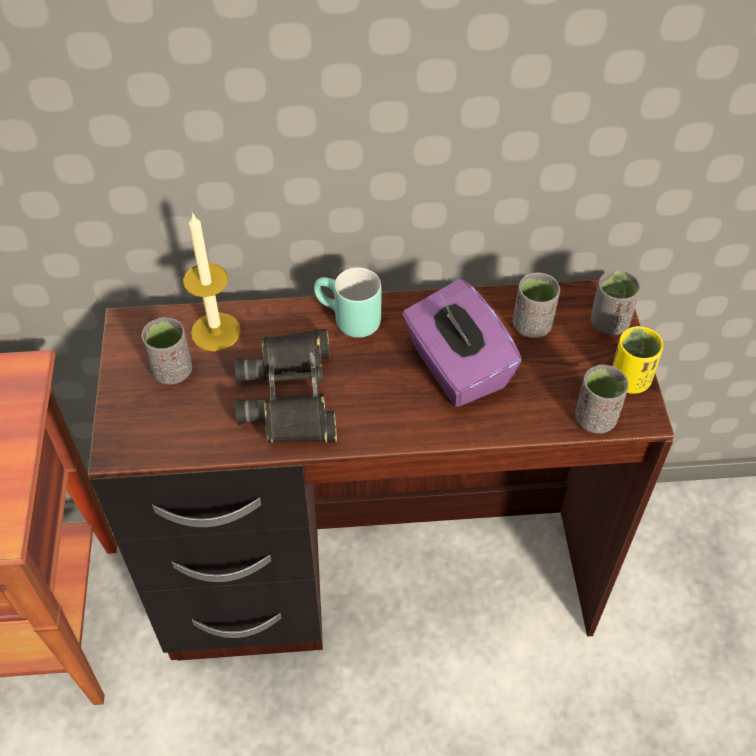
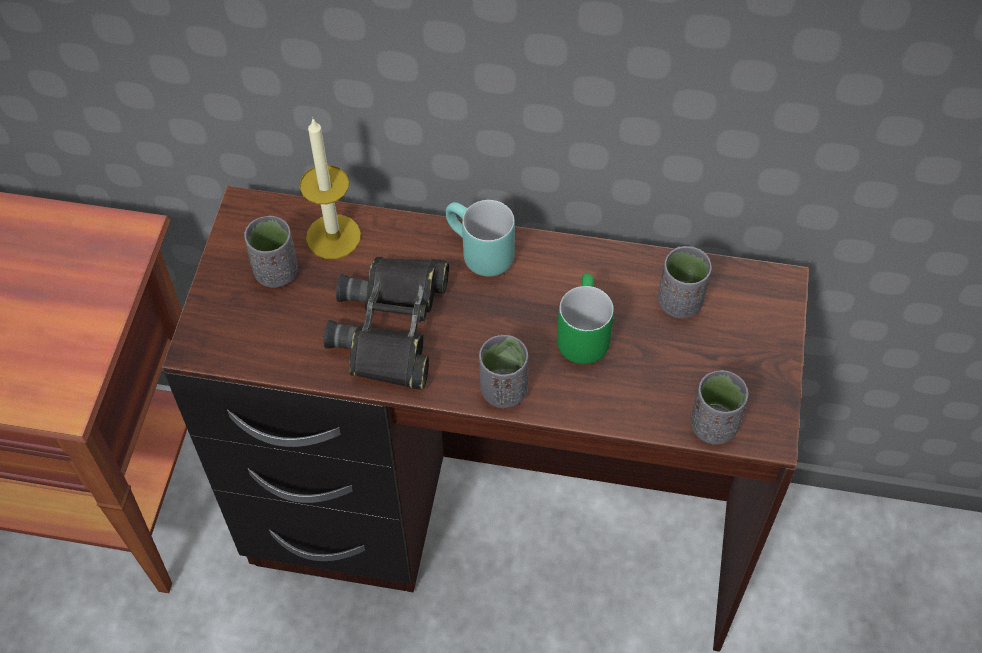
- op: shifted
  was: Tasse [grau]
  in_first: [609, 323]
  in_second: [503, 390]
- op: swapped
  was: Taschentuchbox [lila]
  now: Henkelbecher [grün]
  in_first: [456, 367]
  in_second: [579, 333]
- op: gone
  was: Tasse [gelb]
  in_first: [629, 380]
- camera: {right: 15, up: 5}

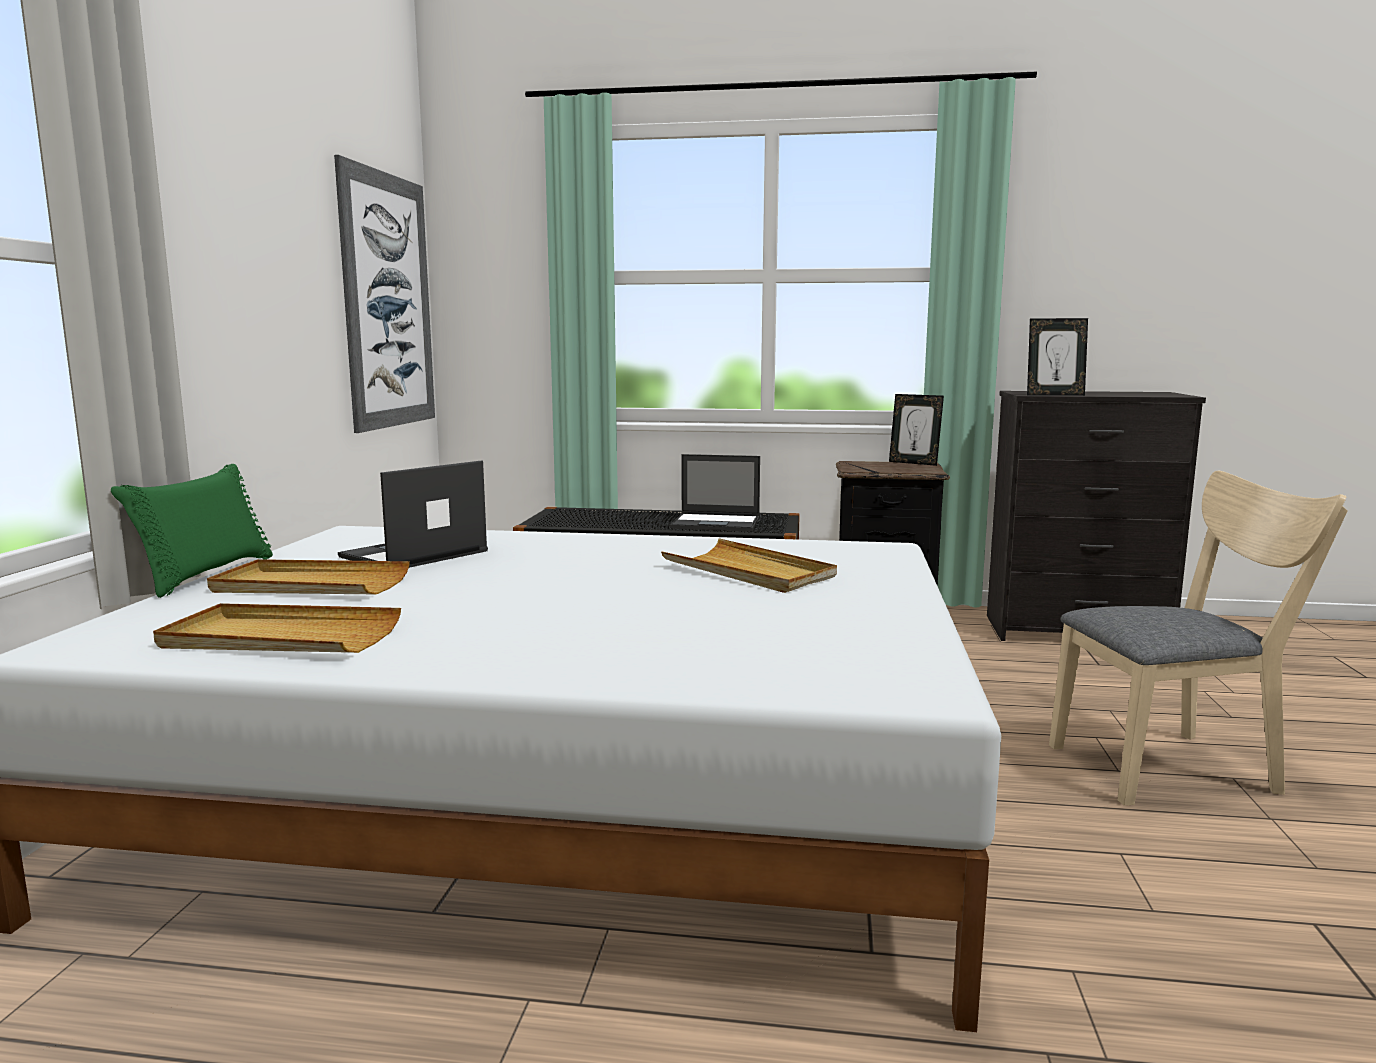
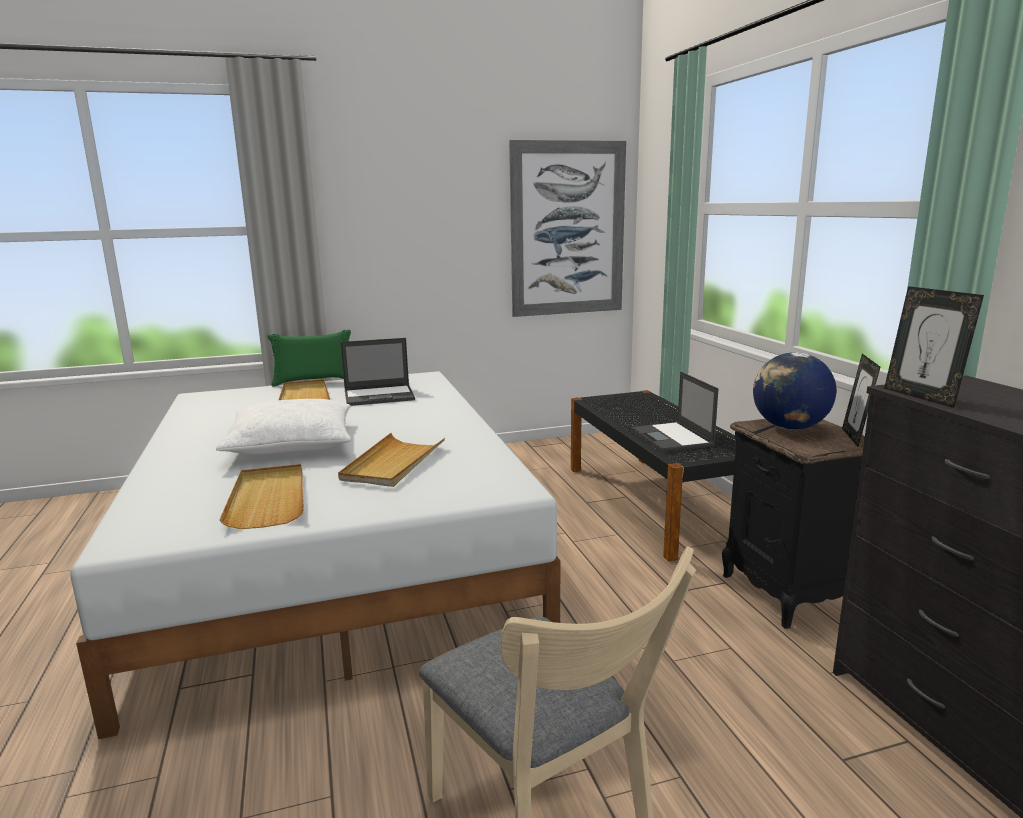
- op: rotated
  was: Laptop
  in_first: [413, 554]
  in_second: [380, 396]
  clockwise: 150
- op: shifted
  was: Tablett [beige]
  in_first: [280, 638]
  in_second: [268, 499]
- op: new
  now: Globus
  in_second: [789, 427]
- op: new
  now: Kissen [weiß]
  in_second: [291, 443]
- camera: {right: 65, up: 5}

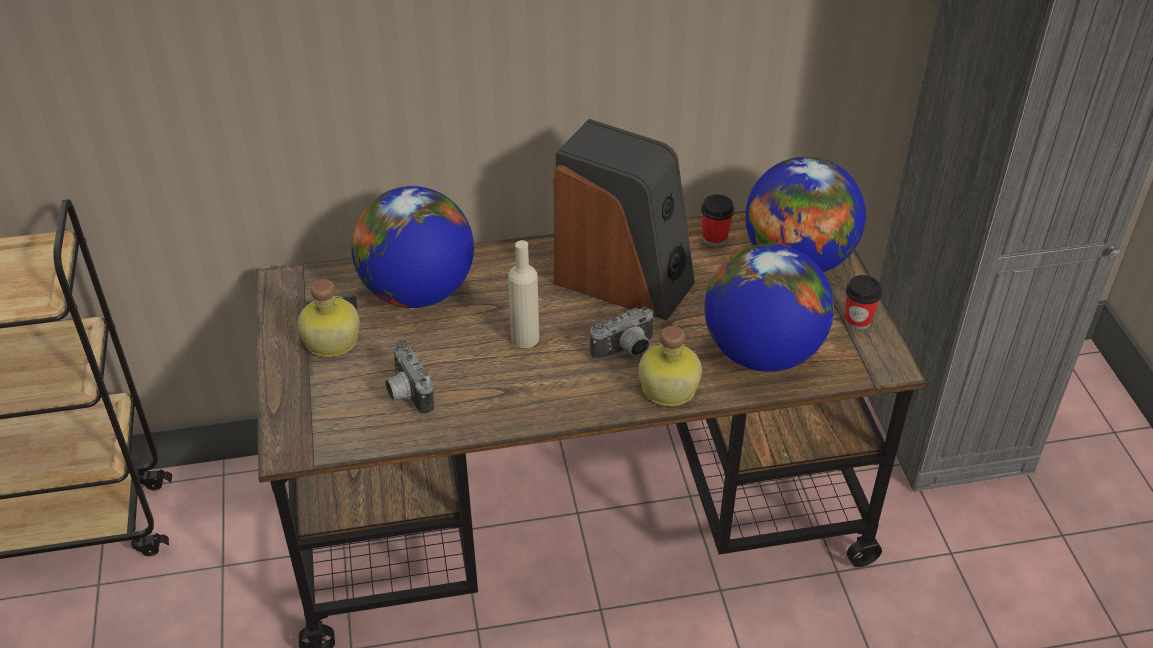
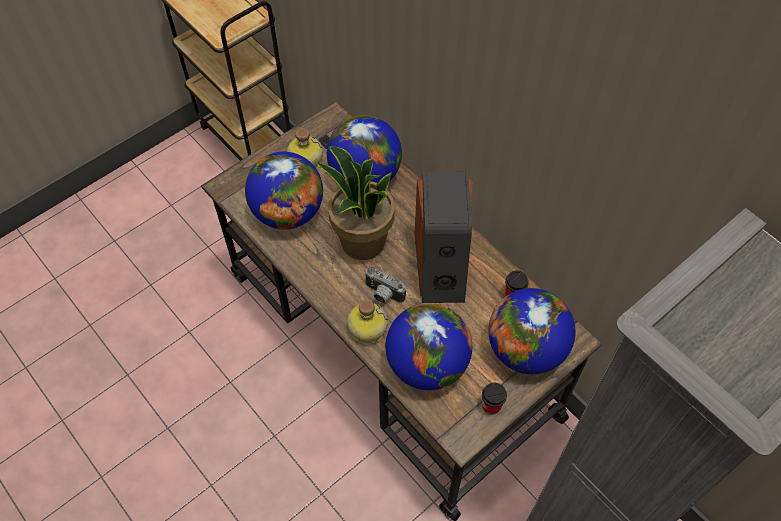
- op: swapped
  was: Flasche [beige]
  now: Topfpflanze
  in_first: [525, 338]
  in_second: [362, 242]
- op: swapped
  was: Kamera
  now: Globus
  in_first: [406, 394]
  in_second: [288, 212]
- camera: {right: 60, up: 15}

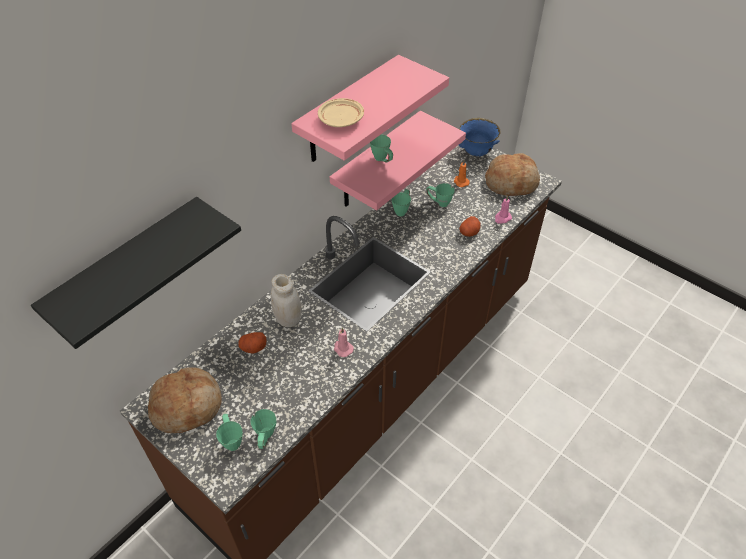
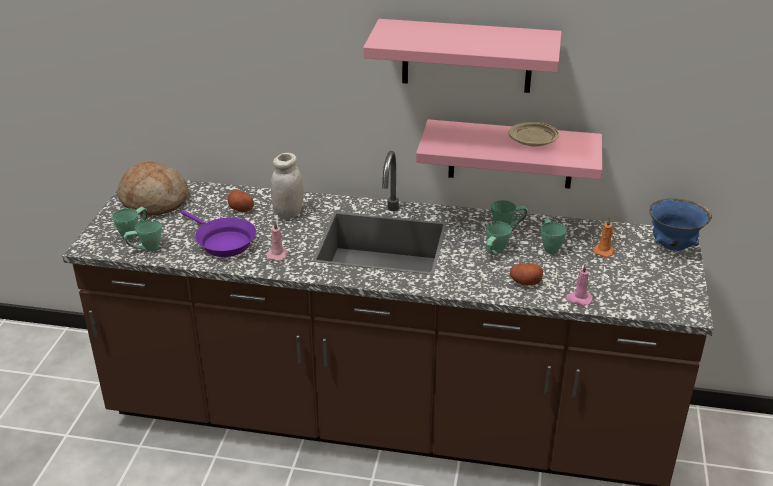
- op: shifted
  was: Teller [beige]
  in_first: [341, 119]
  in_second: [533, 142]
- op: shifted
  was: Henkelbecher [grün]
  in_first: [382, 160]
  in_second: [494, 253]
- op: gone
  was: Brot
  in_first: [511, 182]
- op: gone
  was: Wandregal [schwarz]
  in_first: [129, 270]
- op: new
  now: Pfanne [lila]
  in_second: [222, 242]
- camera: {right: 60, up: -15}

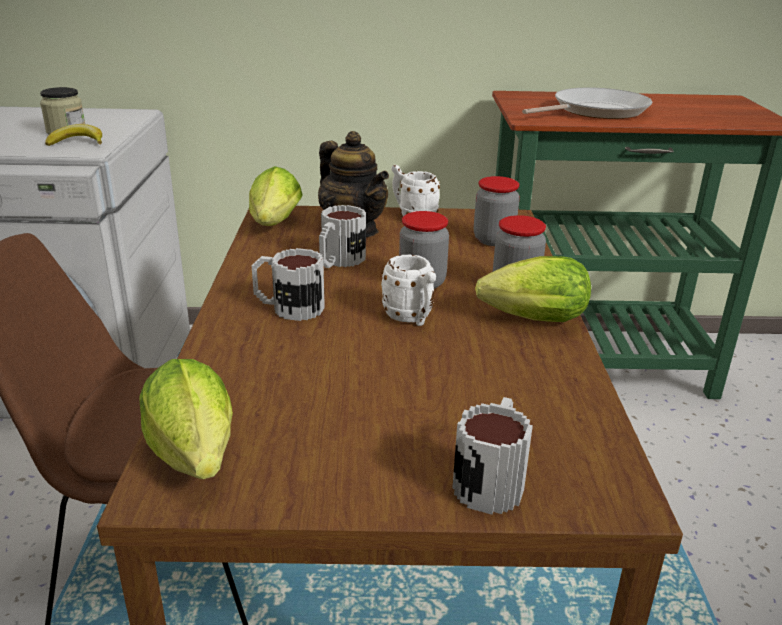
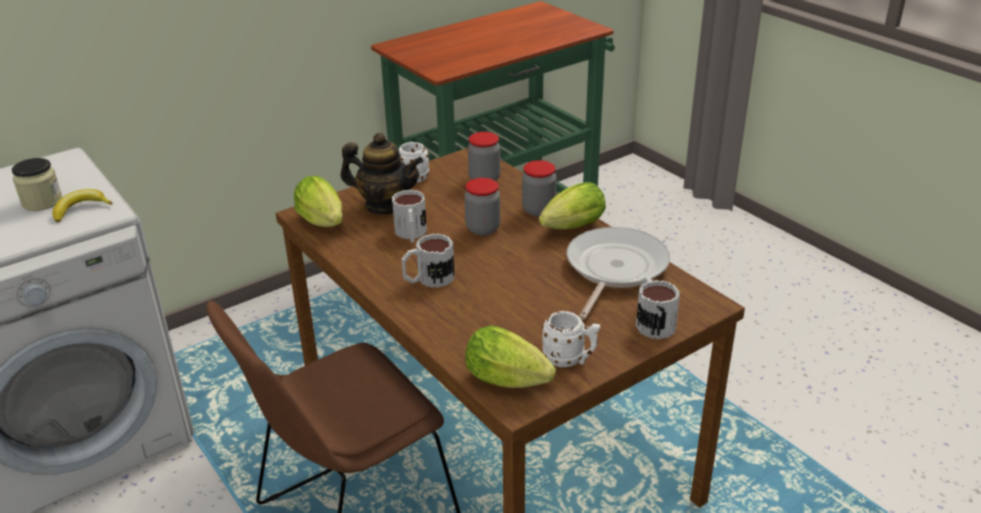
- op: shifted
  was: Pfanne
  in_first: [595, 111]
  in_second: [614, 269]
- op: shifted
  was: Henkelbecher [weiß]
  in_first: [412, 318]
  in_second: [570, 360]
- camera: {right: -35, up: 5}

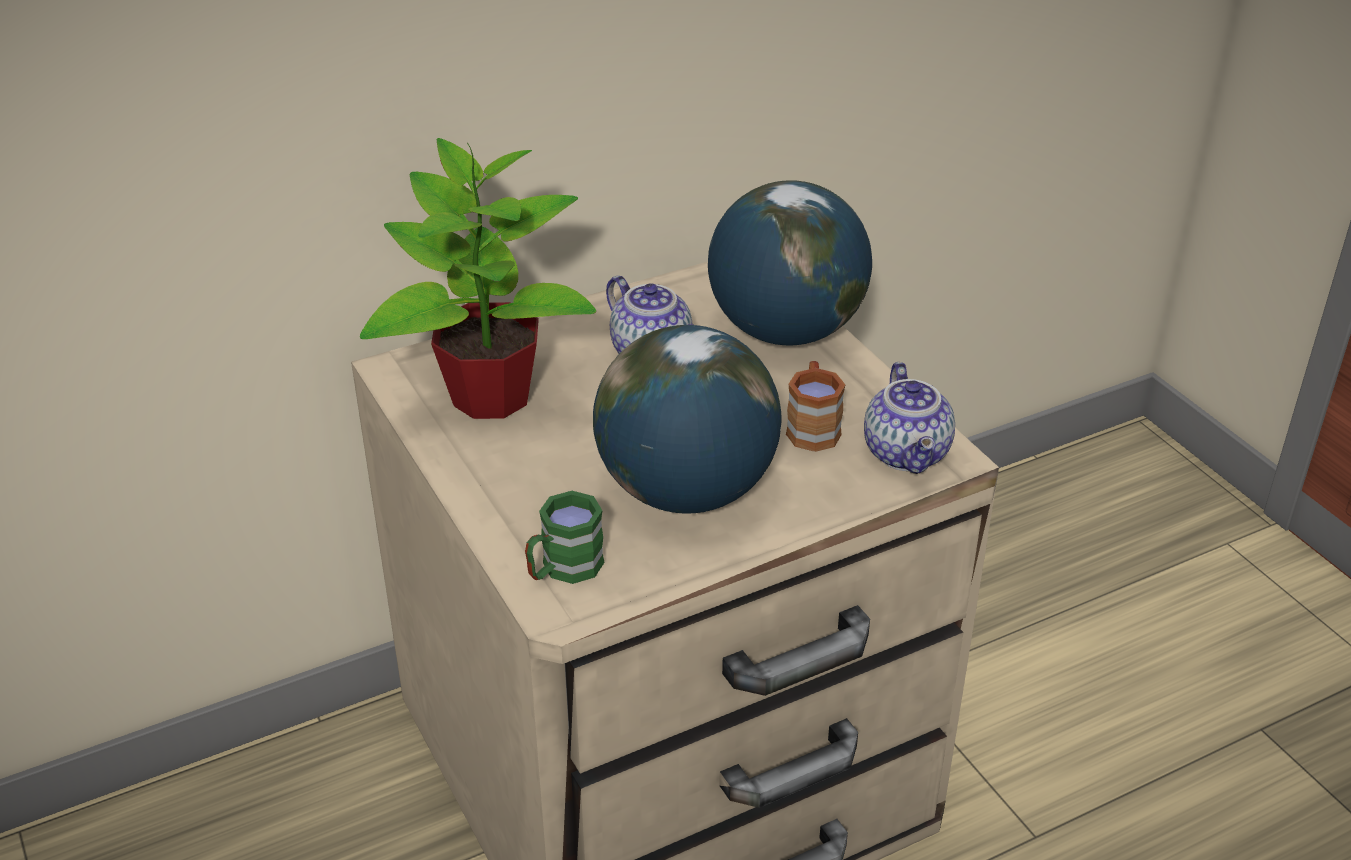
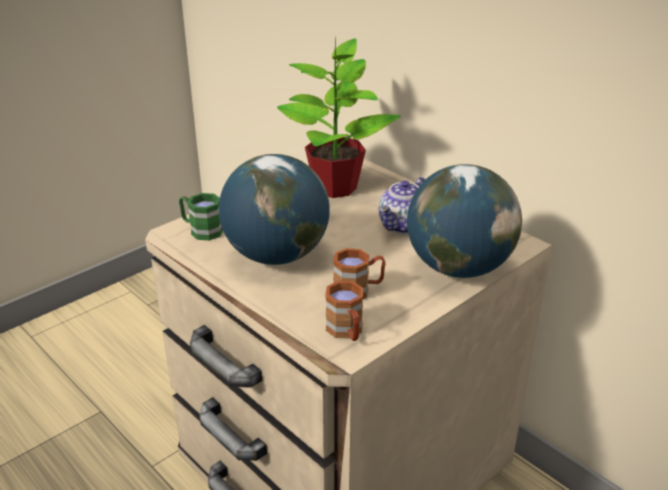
- op: swapped
  was: Teekanne
  now: Henkelbecher [braun]
  in_first: [908, 454]
  in_second: [347, 332]
- camera: {right: 75, up: -5}

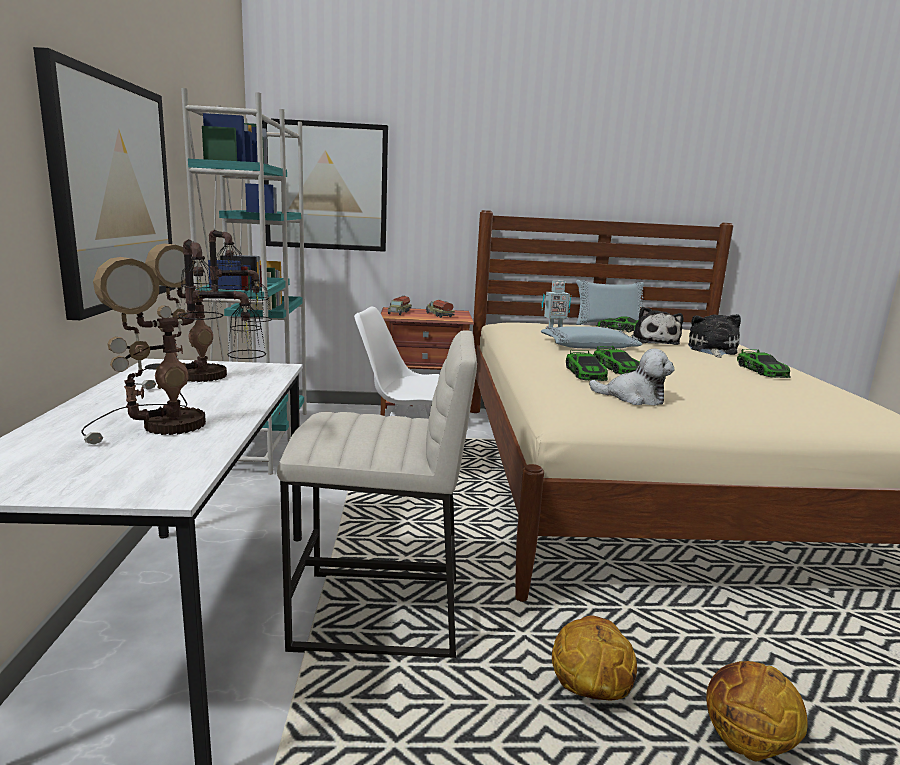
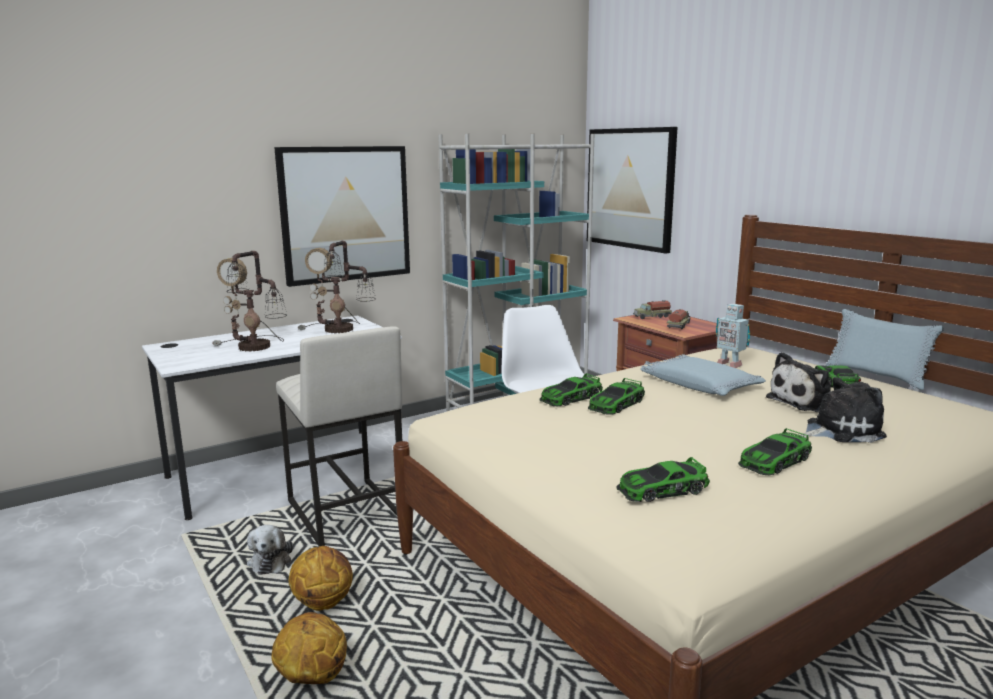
- op: shifted
  was: Plüschtier
  in_first: [633, 398]
  in_second: [270, 561]
- op: new
  now: Spielzeugauto
  in_second: [661, 489]
- camera: {right: 60, up: 0}

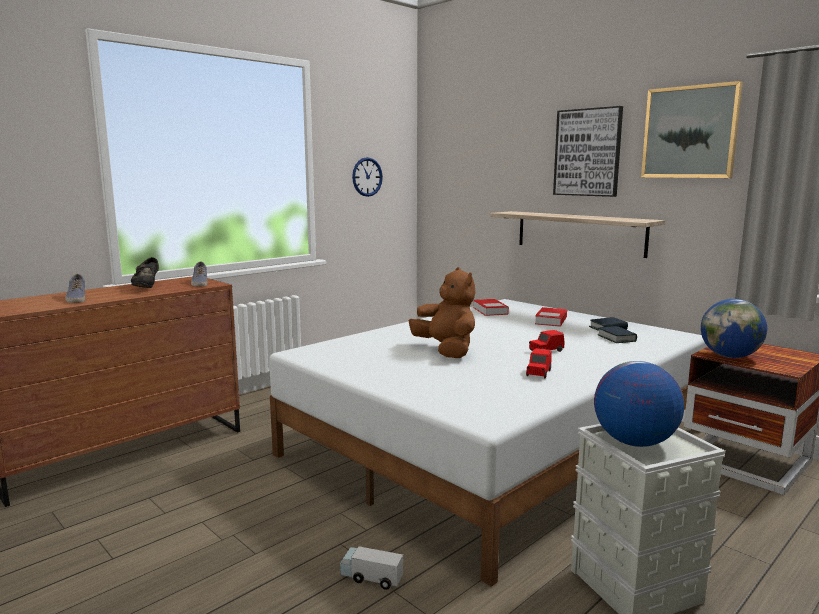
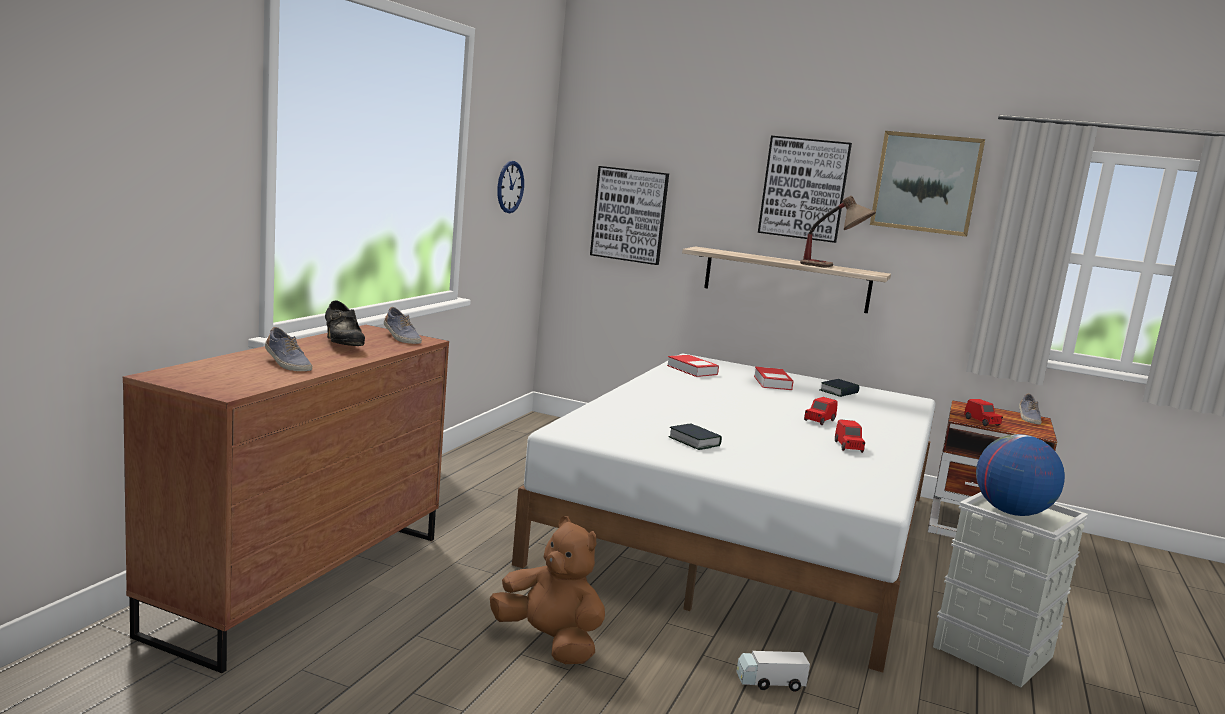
- op: shifted
  was: Plüschtier [braun]
  in_first: [446, 351]
  in_second: [549, 642]
- op: swapped
  was: Globus
  now: Spielzeugauto [rot]
  in_first: [730, 356]
  in_second: [982, 422]
- op: shifted
  was: Buch
  in_first: [616, 338]
  in_second: [694, 441]
- op: new
  now: Bild
  in_second: [629, 215]
- op: new
  now: Tischlampe
  in_second: [833, 267]
- op: new
  now: Schuh
  in_second: [1028, 418]
- camera: {right: -25, up: 0}

